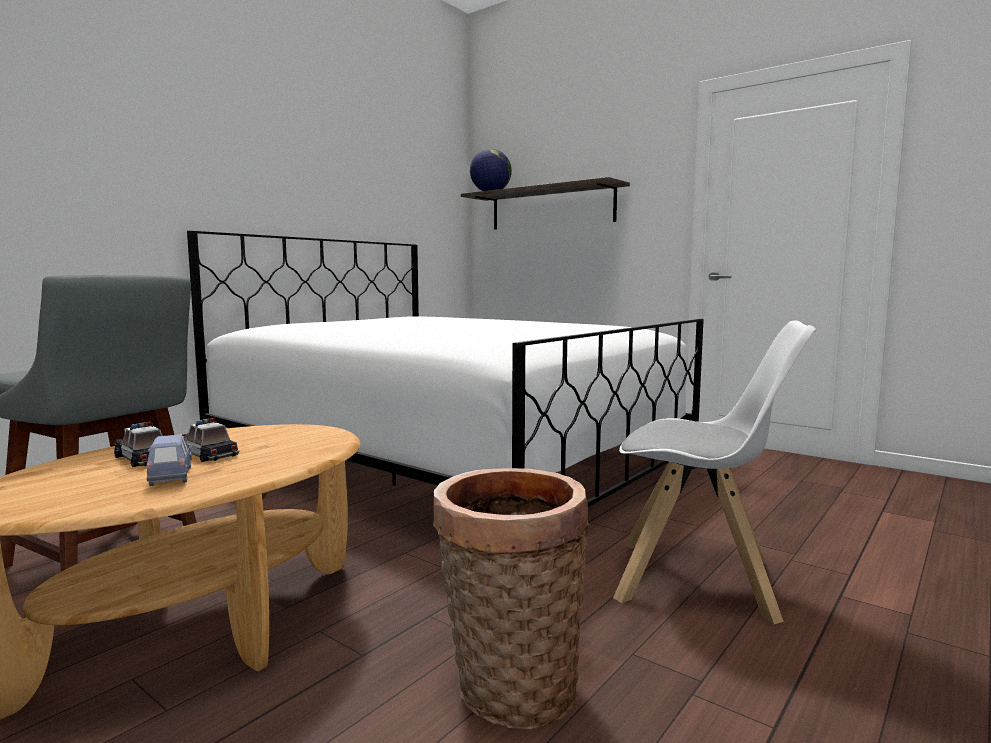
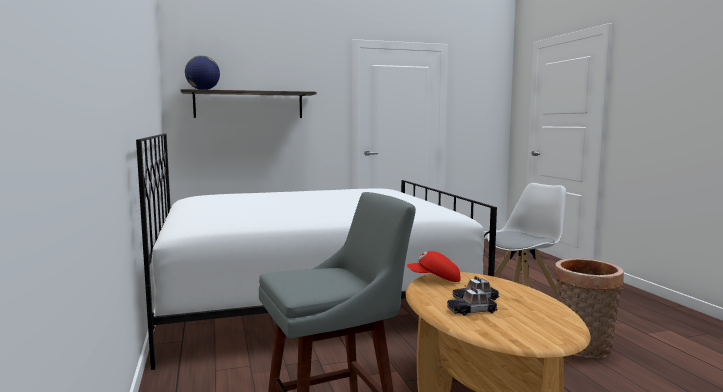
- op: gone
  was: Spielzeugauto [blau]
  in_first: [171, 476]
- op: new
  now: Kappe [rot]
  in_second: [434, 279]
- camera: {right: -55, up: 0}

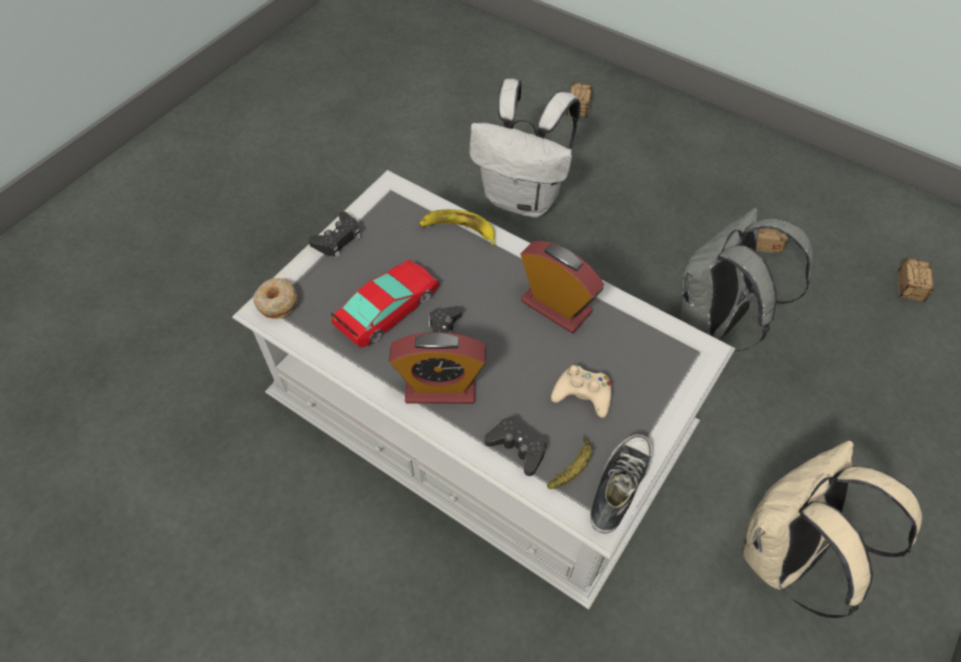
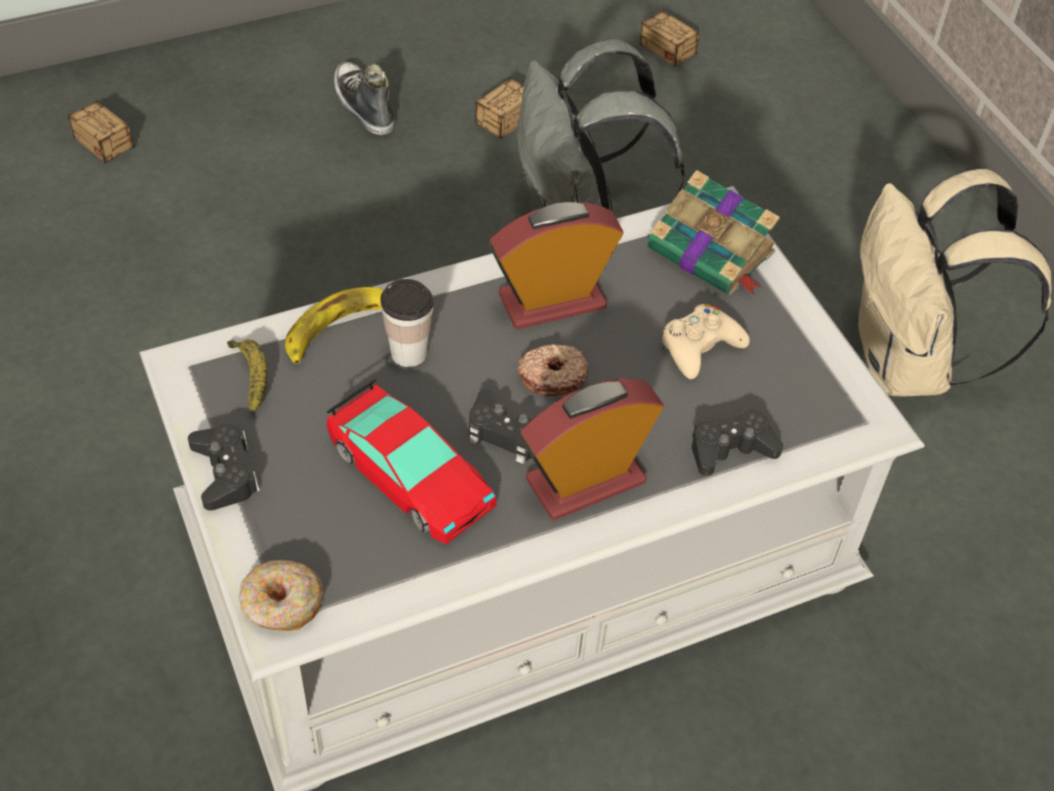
- op: gone
  was: Rucksack [weiß]
  in_first: [523, 198]
- op: rotated
  was: Spielzeugauto
  in_first: [388, 309]
  in_second: [409, 475]
  clockwise: 150
- op: rotated
  was: Wecker
  in_first: [440, 387]
  in_second: [585, 481]
  clockwise: -150
- op: shifted
  was: Schuh
  in_first: [618, 486]
  in_second: [363, 106]
- op: shifted
  was: Banane
  in_first: [573, 467]
  in_second: [252, 377]
- op: new
  now: Buch
  in_second: [713, 252]
- op: new
  now: Tasse
  in_second: [409, 353]
- op: new
  now: Donut
  in_second: [552, 376]
- camera: {right: -60, up: -5}

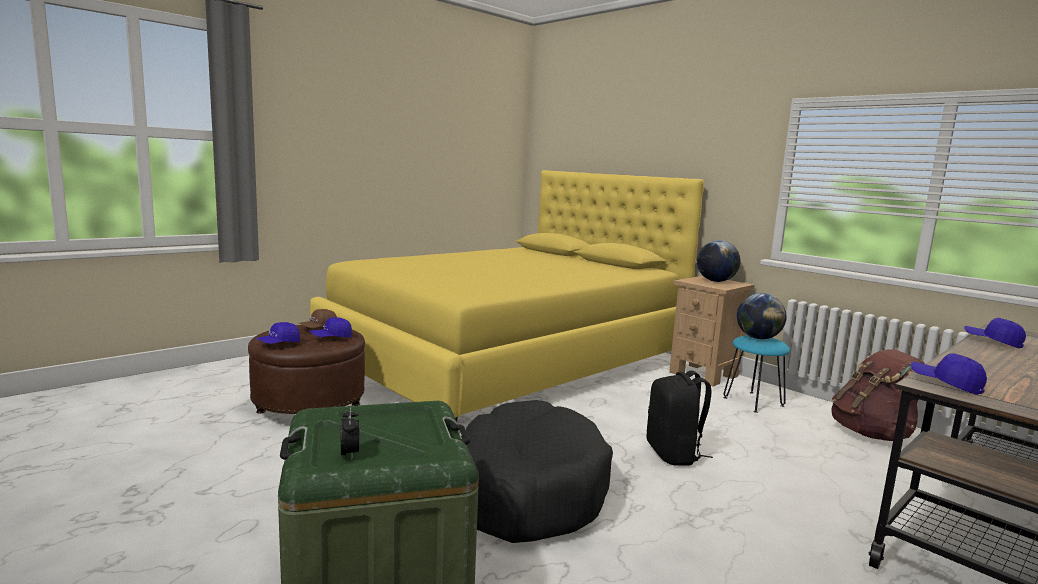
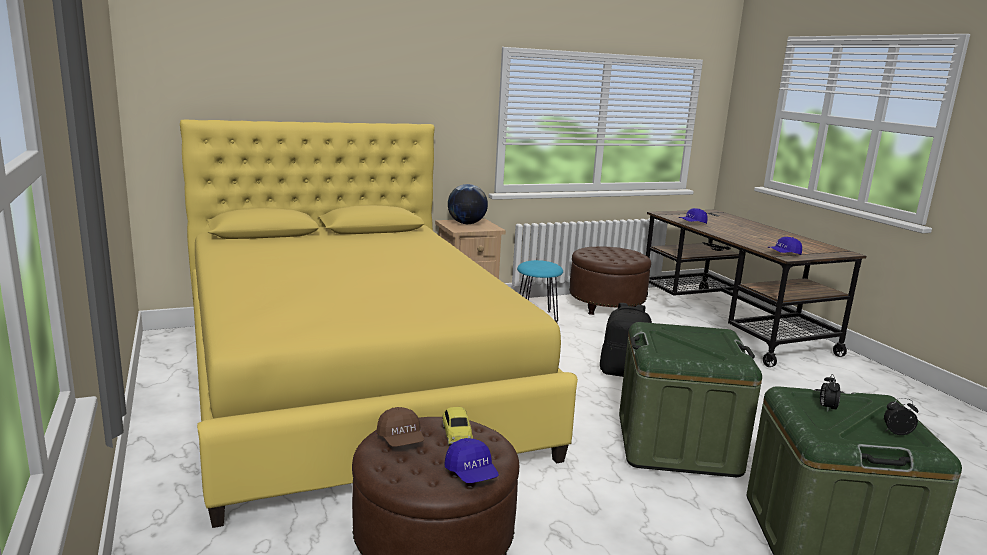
- op: gone
  was: Globus
  in_first: [758, 338]
- op: swapped
  was: Kappe [blau]
  now: Spielzeugauto
  in_first: [331, 338]
  in_second: [456, 434]
- op: swapped
  was: Rucksack [braun]
  now: Polsterhocker [braun]
  in_first: [873, 434]
  in_second: [606, 305]
- op: swapped
  was: Hundebett [schwarz]
  now: Aufbewahrungsbox [grün]
  in_first: [527, 489]
  in_second: [677, 444]
- op: new
  now: Wecker
  in_second: [826, 408]
- camera: {right: -70, up: 5}

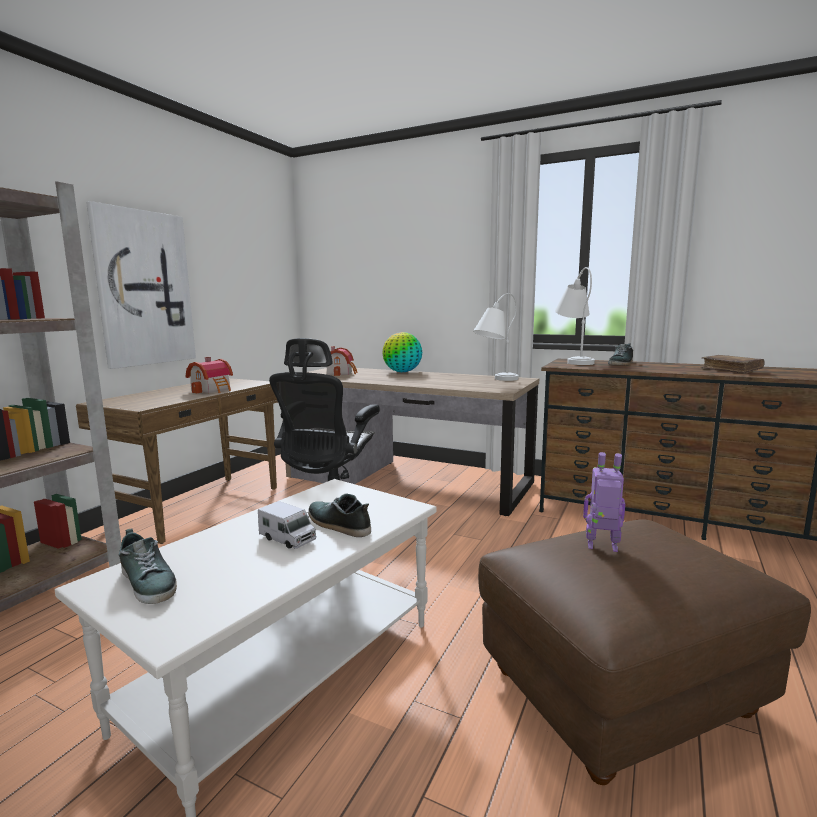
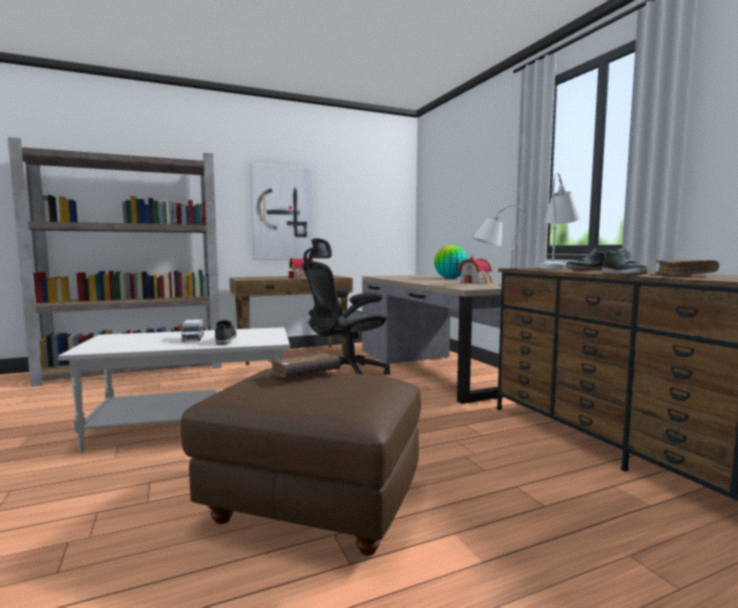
- op: shifted
  was: Spielzeughaus
  in_first: [341, 373]
  in_second: [476, 282]
- op: swapped
  was: Spielzeugroboter
  now: Buch [braun]
  in_first: [602, 547]
  in_second: [305, 374]
- op: shifted
  was: Schuh
  in_first: [149, 582]
  in_second: [624, 274]
- camera: {right: 40, up: -5}

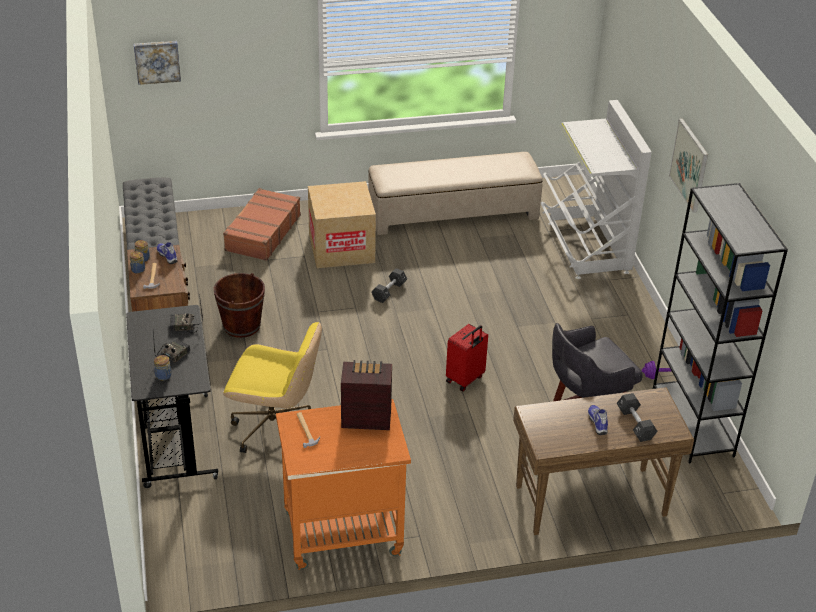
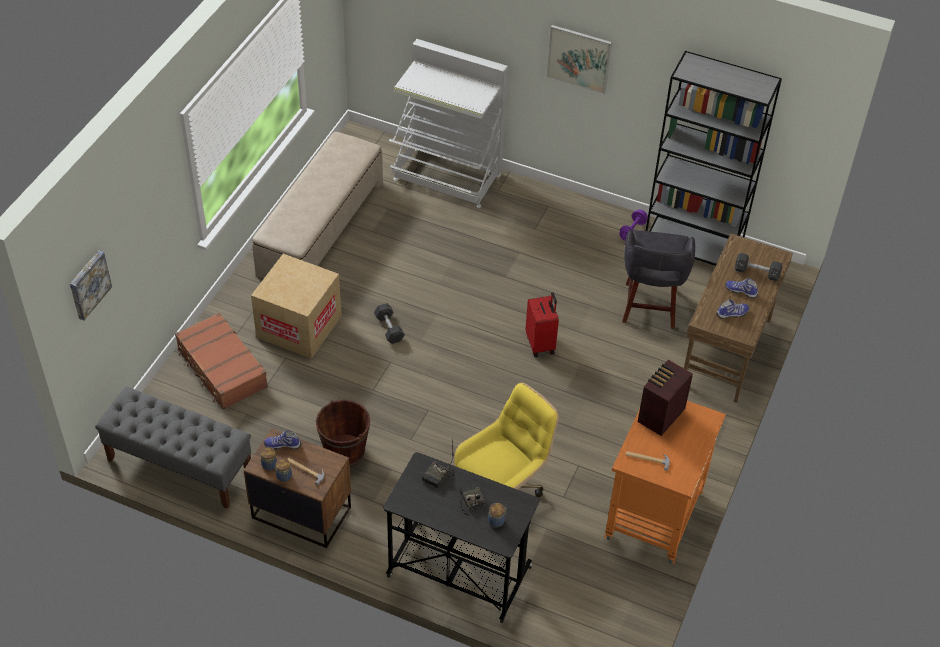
- op: new
  now: Schuh
  in_second: [732, 314]
- camera: {right: -55, up: 10}

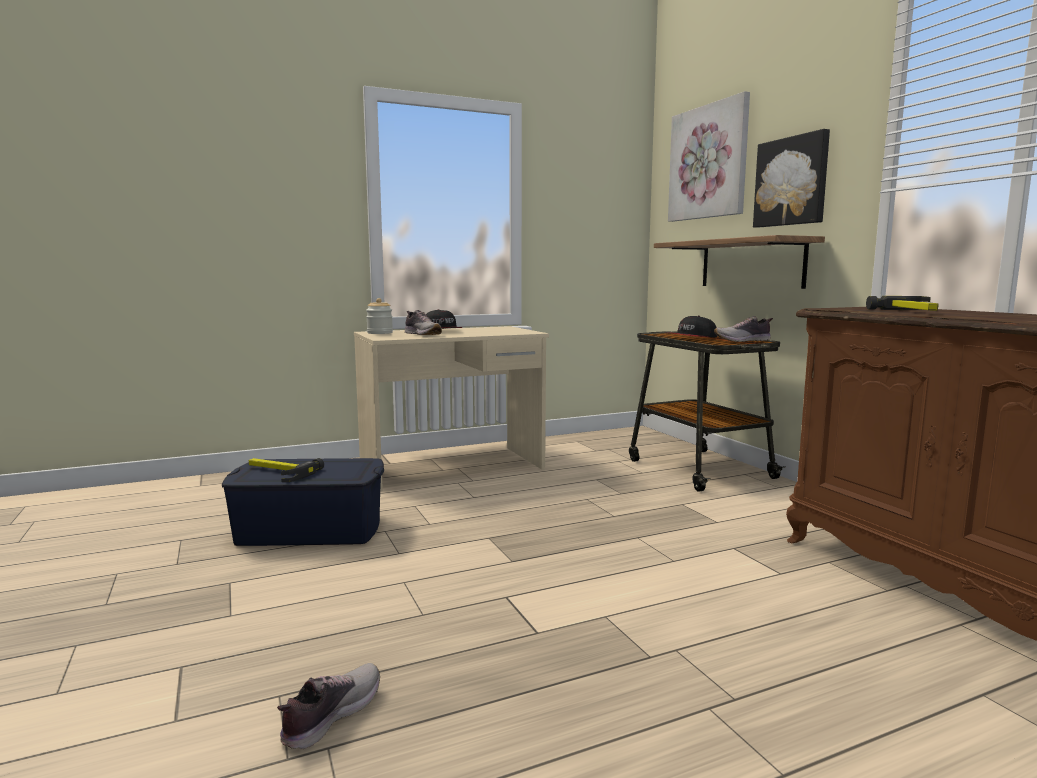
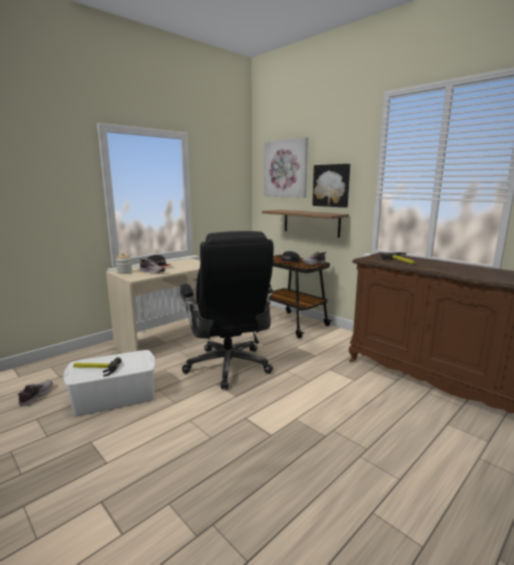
- op: repainted
  was: Aufbewahrungsbox [blau]
  now: Aufbewahrungsbox [weiß]
  in_first: [310, 530]
  in_second: [115, 397]
- op: shifted
  was: Schuh
  in_first: [330, 715]
  in_second: [35, 396]
- op: new
  now: Bürostuhl [schwarz]
  in_second: [228, 366]
- camera: {right: -20, up: 5}

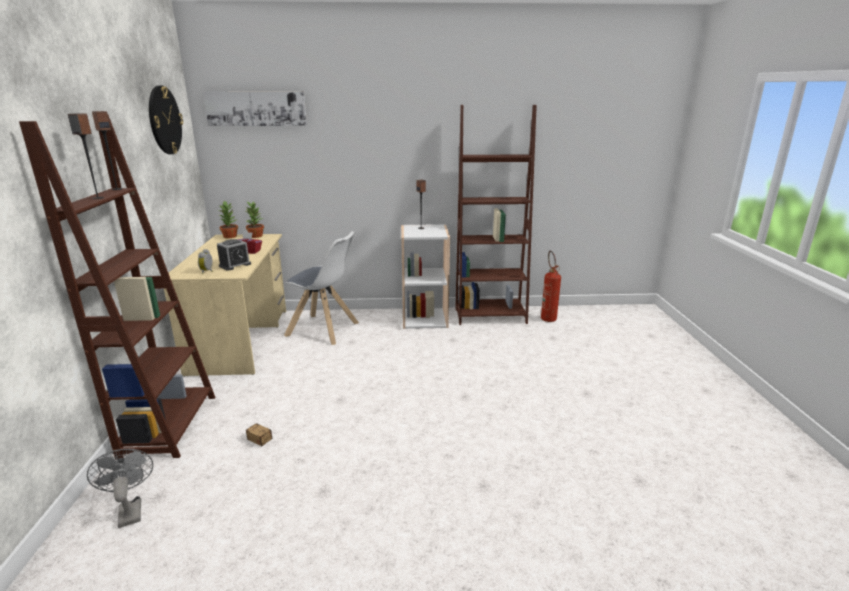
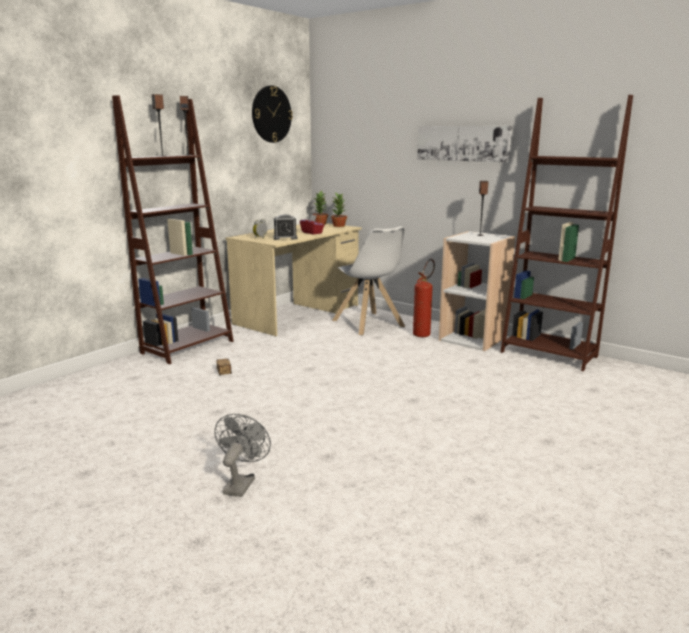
- op: shifted
  was: Bild
  in_first: [256, 108]
  in_second: [463, 143]
- op: shifted
  was: Feuerlöscher
  in_first: [547, 317]
  in_second: [423, 333]
- op: shifted
  was: Ventilator [grau]
  in_first: [129, 510]
  in_second: [241, 483]
- camera: {right: 40, up: -5}

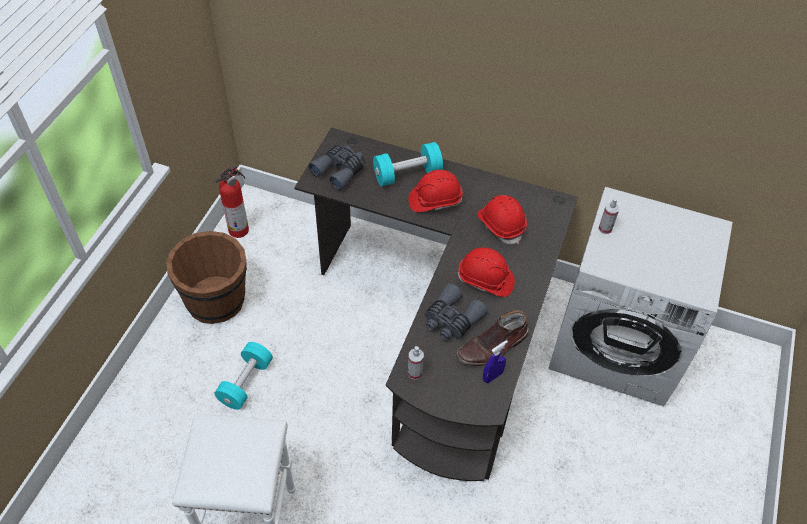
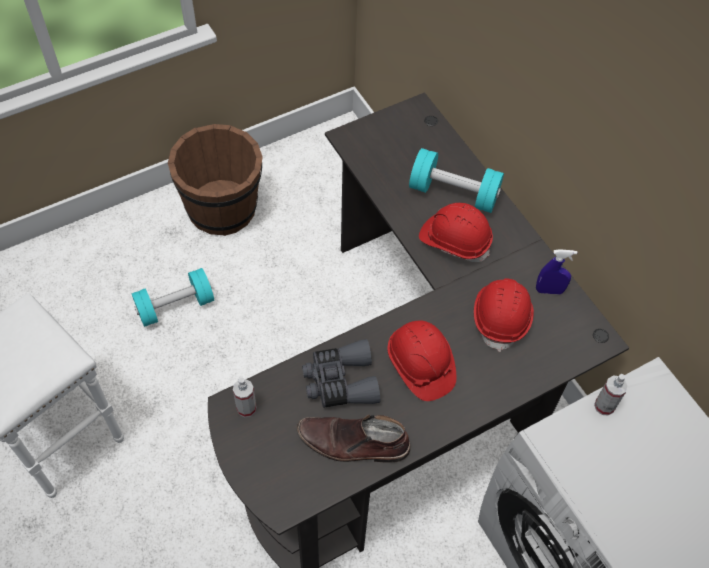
- op: gone
  was: Fernglas [grau]
  in_first: [339, 170]
- op: gone
  was: Feuerlöscher
  in_first: [240, 229]
- op: shifted
  was: Sprühflasche [blau]
  in_first: [492, 376]
  in_second: [549, 290]
- camera: {right: 40, up: 5}

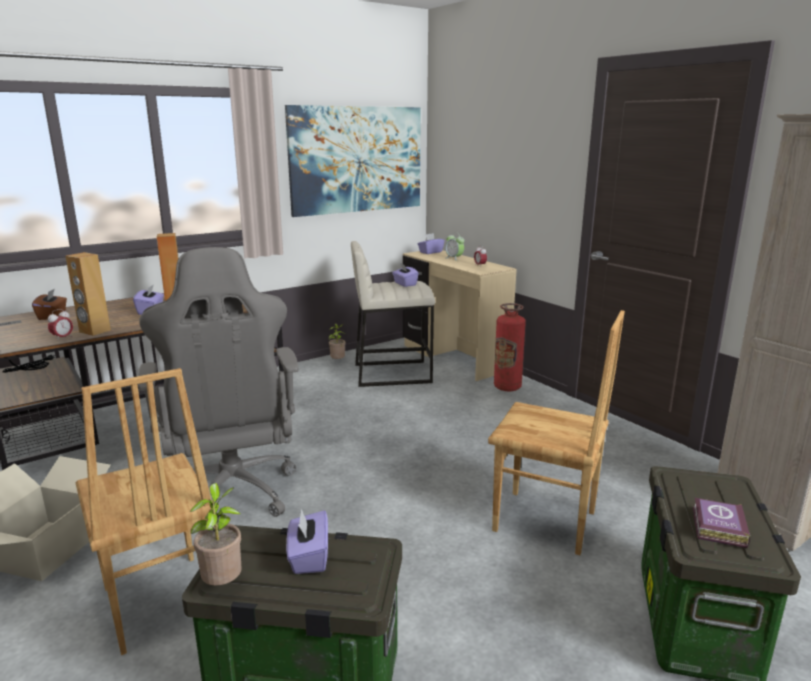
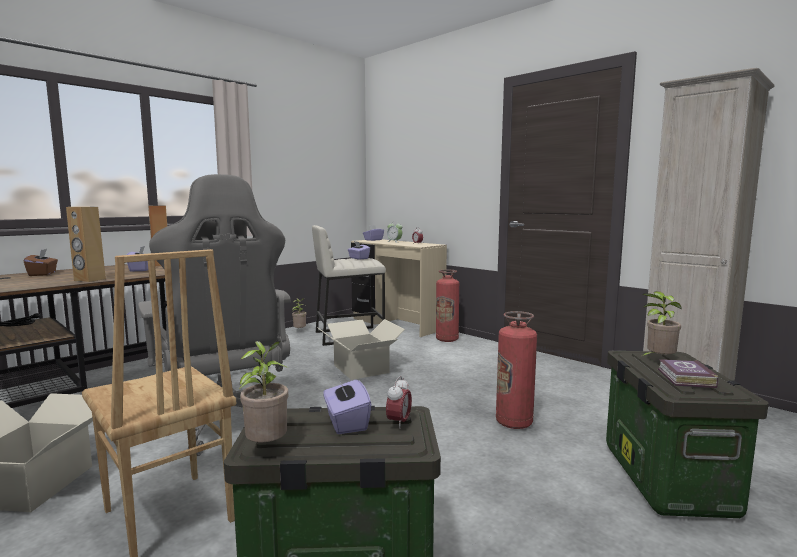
- op: gone
  was: Bild
  in_first: [357, 159]
- op: shifted
  was: Wecker
  in_first: [62, 338]
  in_second: [399, 423]
- op: swapped
  was: Stuhl [braun]
  now: Feuerlöscher
  in_first: [544, 523]
  in_second: [514, 422]
- op: new
  now: Topfpflanze
  in_second: [658, 360]
- op: new
  now: Karton
  in_second: [361, 368]
- camera: {right: -10, up: -10}

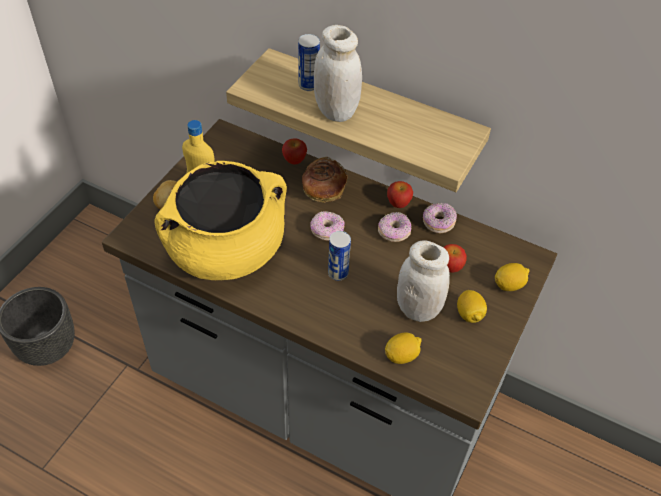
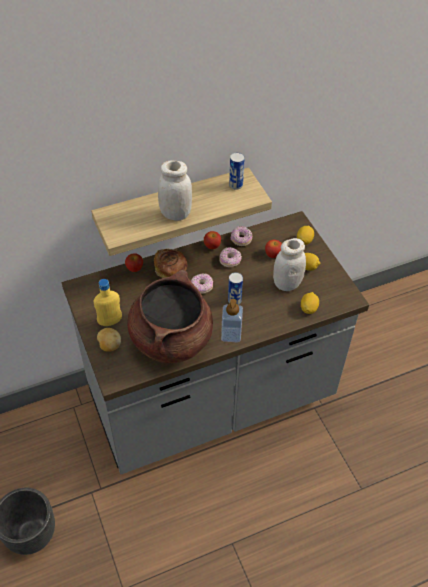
- op: shifted
  was: Dose
  in_first: [308, 85]
  in_second: [236, 185]
- op: repainted
  was: Kochtopf [gelb]
  now: Kochtopf [braun]
  in_first: [226, 250]
  in_second: [171, 339]
- op: new
  now: Seifenspender
  in_second: [231, 335]
- camera: {right: -50, up: 0}

